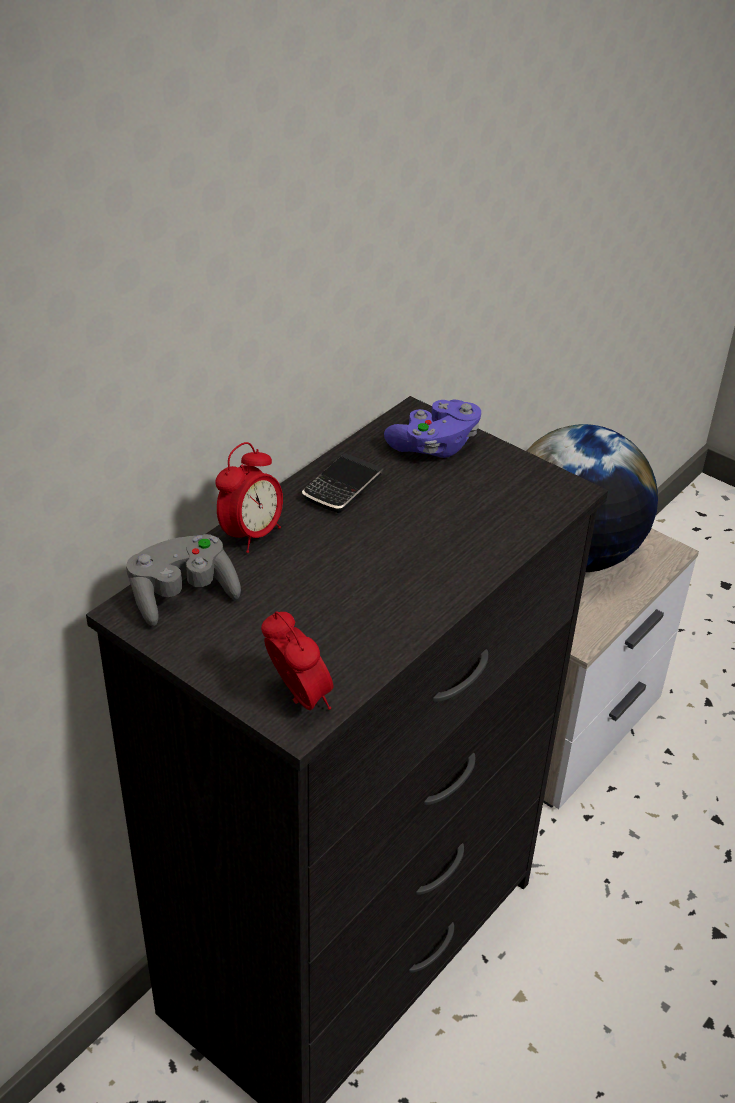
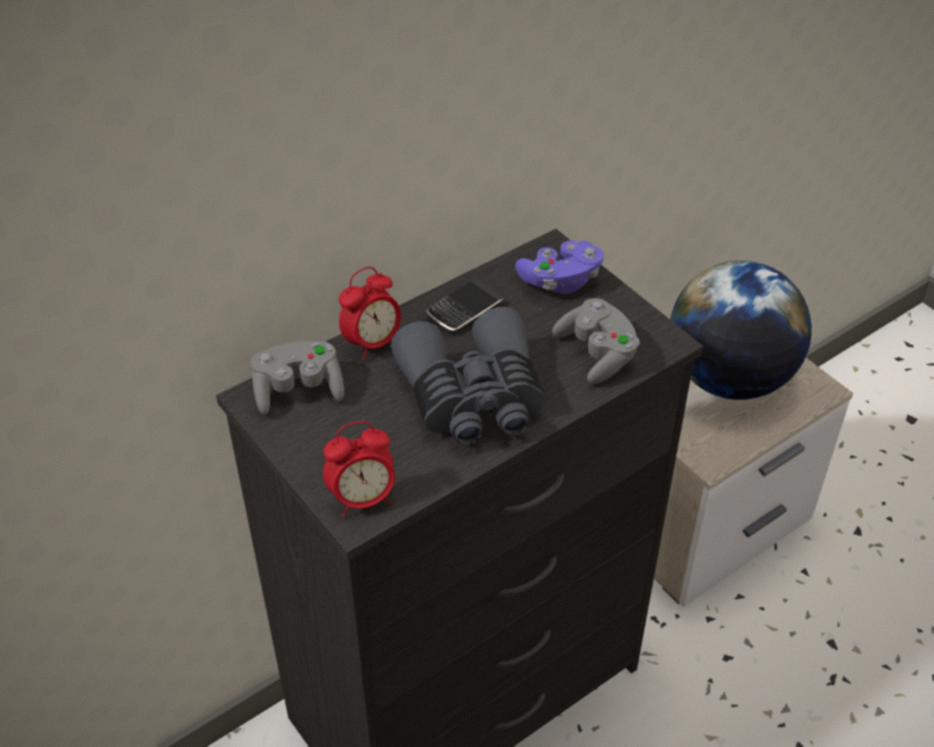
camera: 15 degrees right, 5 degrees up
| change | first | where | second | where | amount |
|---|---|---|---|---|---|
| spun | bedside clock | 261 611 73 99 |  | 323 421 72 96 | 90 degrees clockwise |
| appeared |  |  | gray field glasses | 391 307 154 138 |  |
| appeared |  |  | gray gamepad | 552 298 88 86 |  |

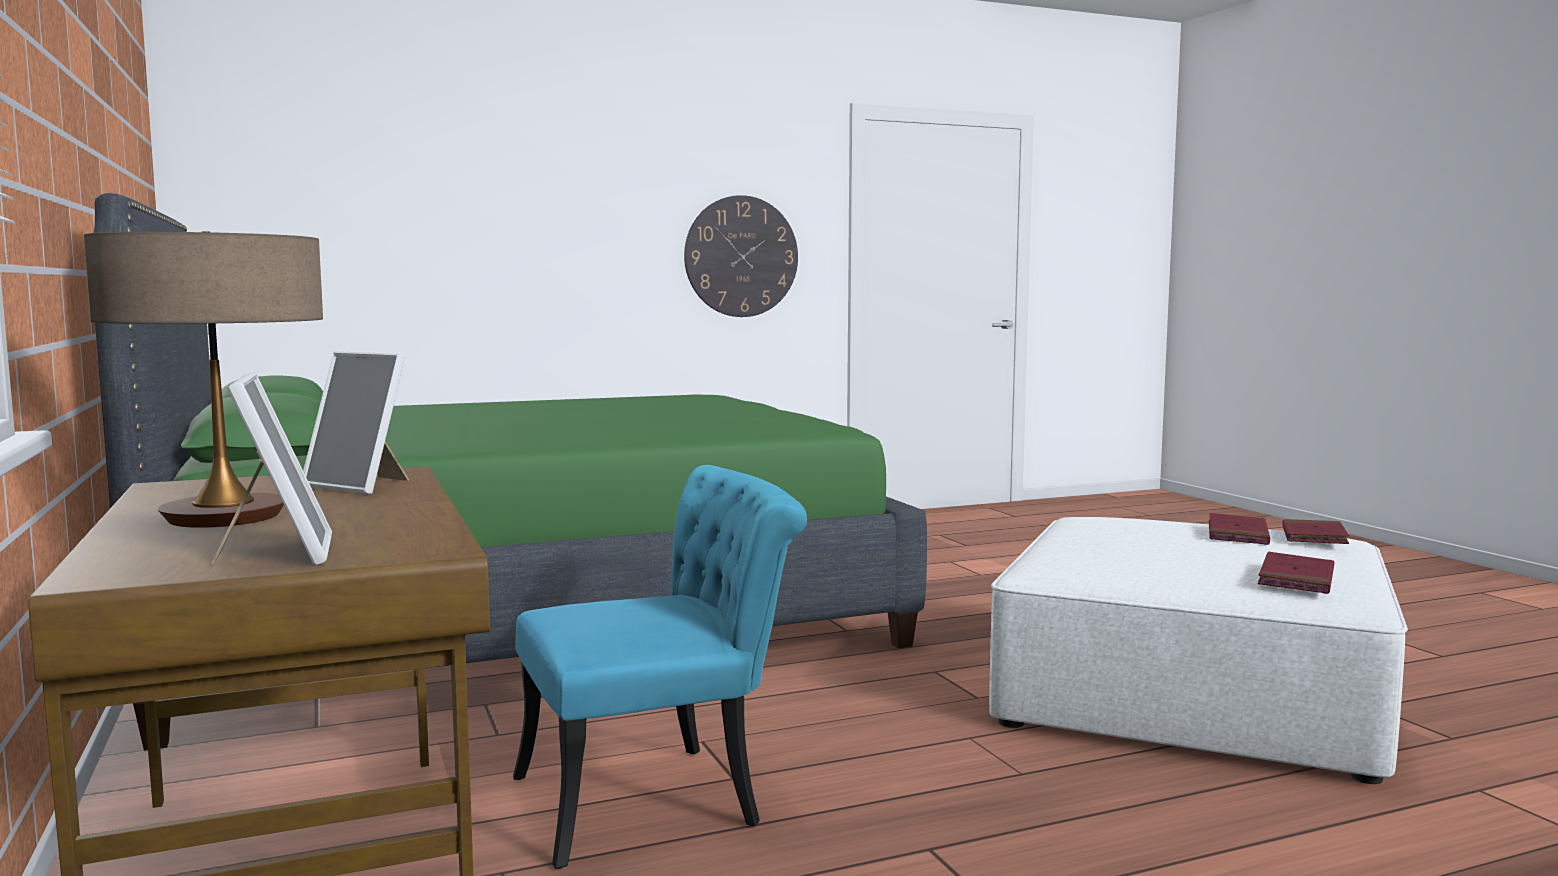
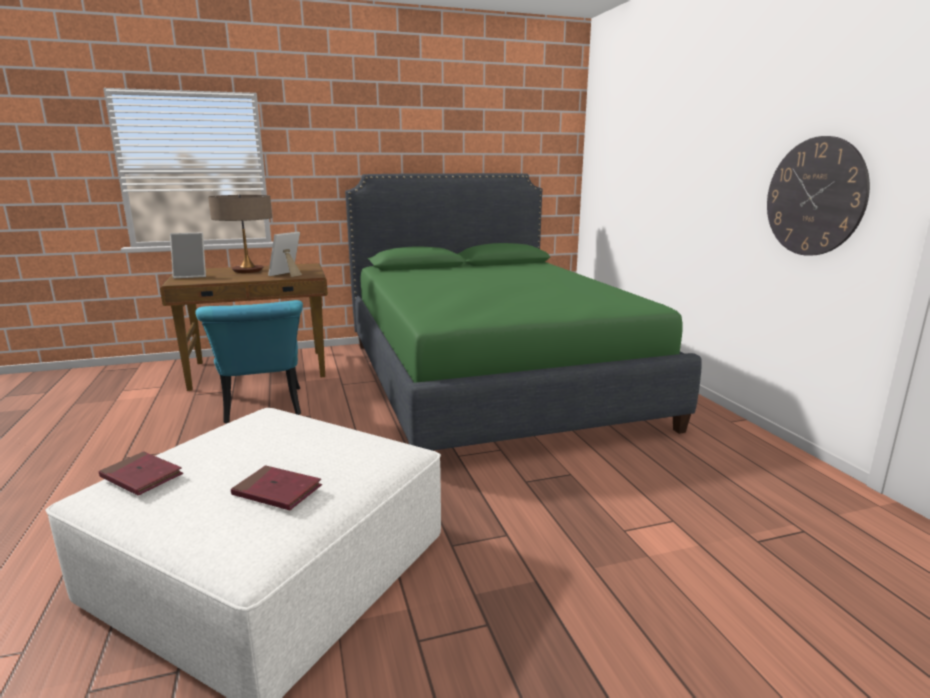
camera: 95 degrees right, 10 degrees up
| change | first | where | second | where | amount |
|---|---|---|---|---|---|
| missing | red book | 1282 519 67 25 |  |  |  |

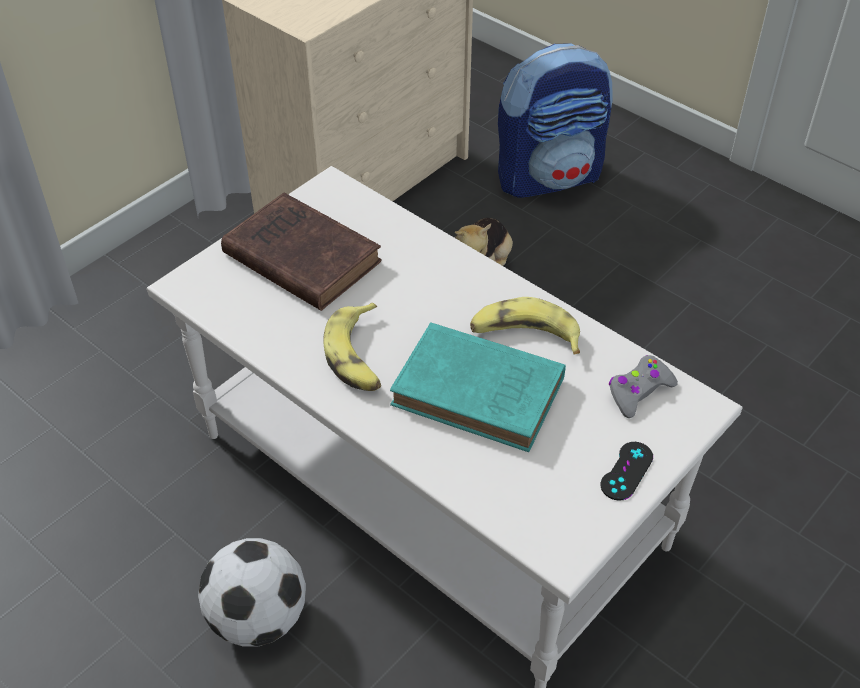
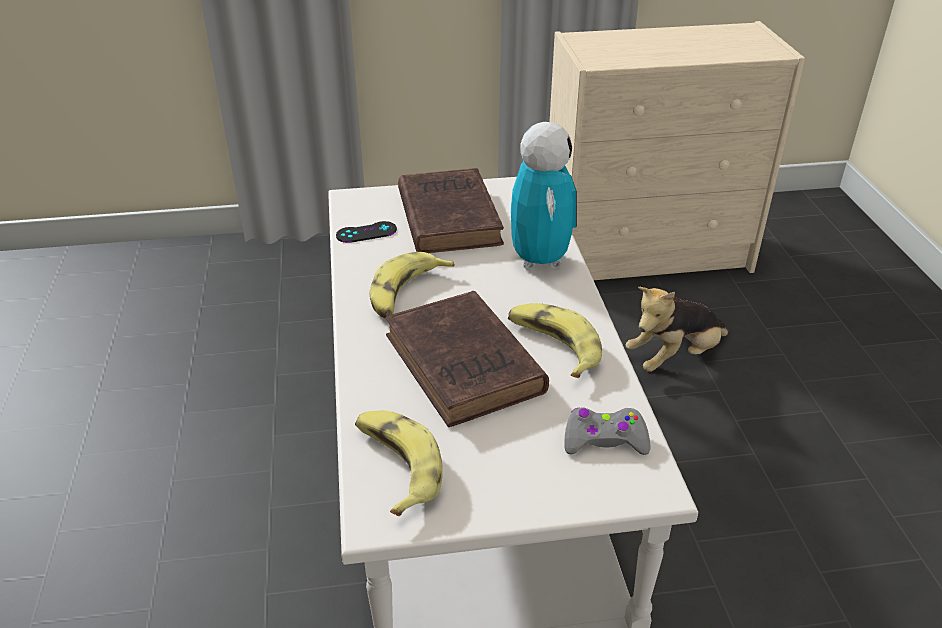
camera: 40 degrees right, 10 degrees down
| change | first | where | second | where | amount |
|---|---|---|---|---|---|
| missing | football | 198 538 108 109 |  |  |  |
| colour | blue-green book | 390 323 176 129 | brownish book | 385 291 164 136 |  |
| missing | knapsack | 498 43 114 155 |  |  |  |
| relocated | black-coloured gamepad | 600 442 53 59 |  | 336 221 61 22 |  |
| appeared |  |  | banana | 355 411 88 105 |  |
| appeared |  |  | robot figure | 511 122 66 148 |  |

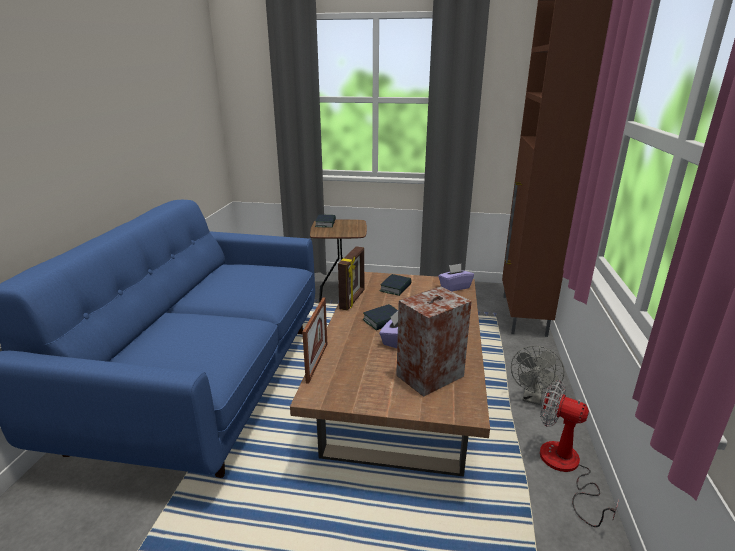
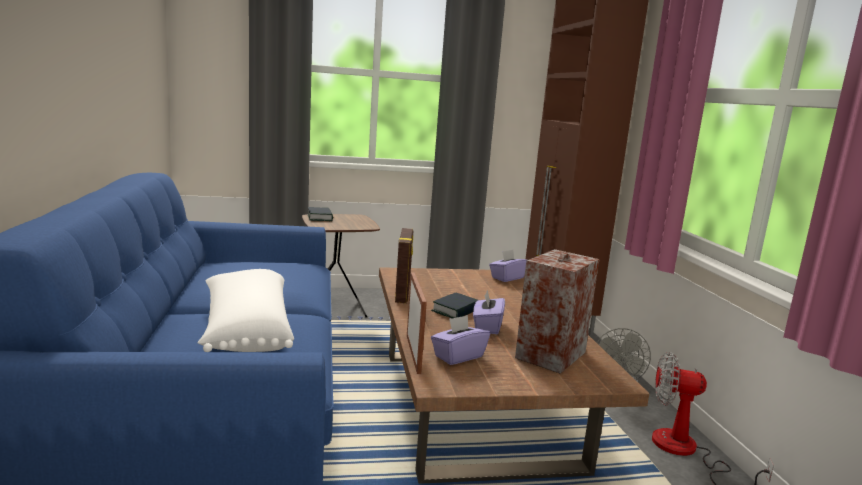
camera: 20 degrees left, 10 degrees down
| change | first | where | second | where | amount |
|---|---|---|---|---|---|
| missing | book | 380 274 32 22 |  |  |  |
| appeared |  |  | whitish pillow | 198 269 96 83 |  |
| appeared |  |  | purple-coloured box of tissues | 431 315 59 50 |  |

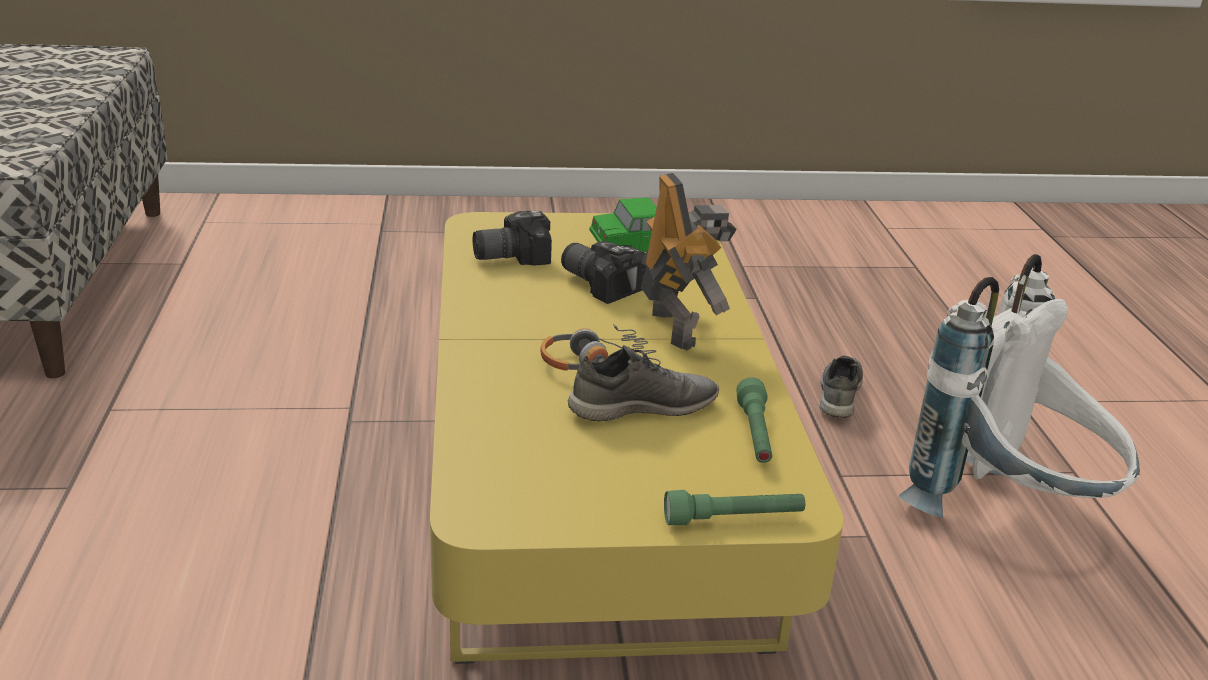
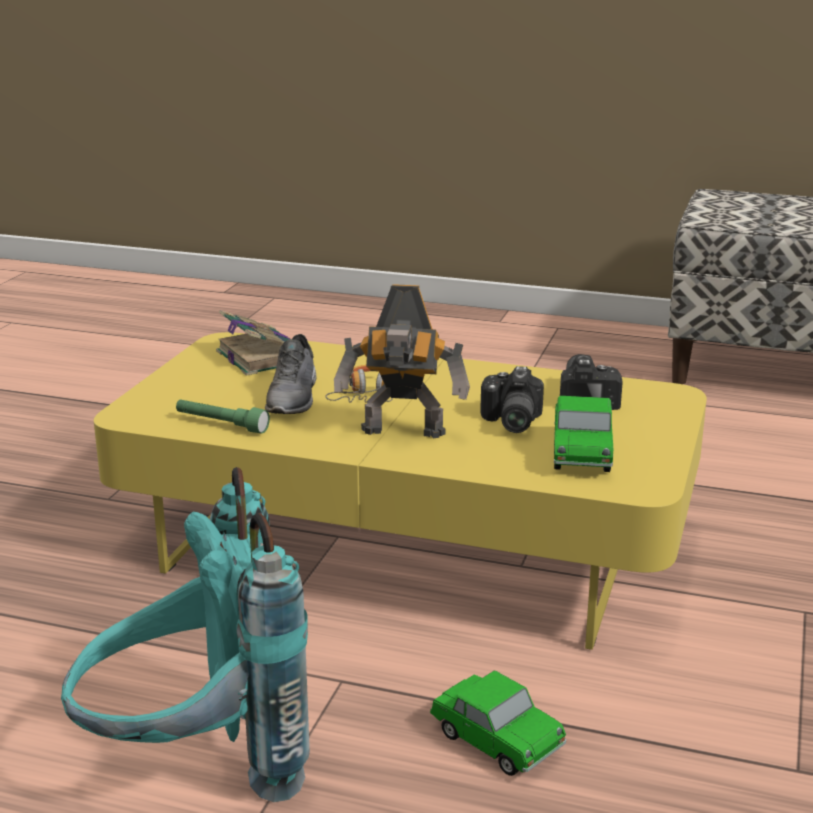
camera: 115 degrees right, 5 degrees down
| change | first | where | second | where | amount |
|---|---|---|---|---|---|
| spun | still camera | 561 241 85 63 |  | 480 366 64 67 | 120 degrees clockwise |
| missing | green torch | 664 490 141 35 |  |  |  |
| exchanged | gray item of footwear | 820 356 43 62 | model car | 430 671 136 105 |  |
| colour | whitish knapsack | 899 254 241 263 | blue-green knapsack | 61 467 249 335 |  |
| appeared |  |  | book | 216 310 74 66 |  |

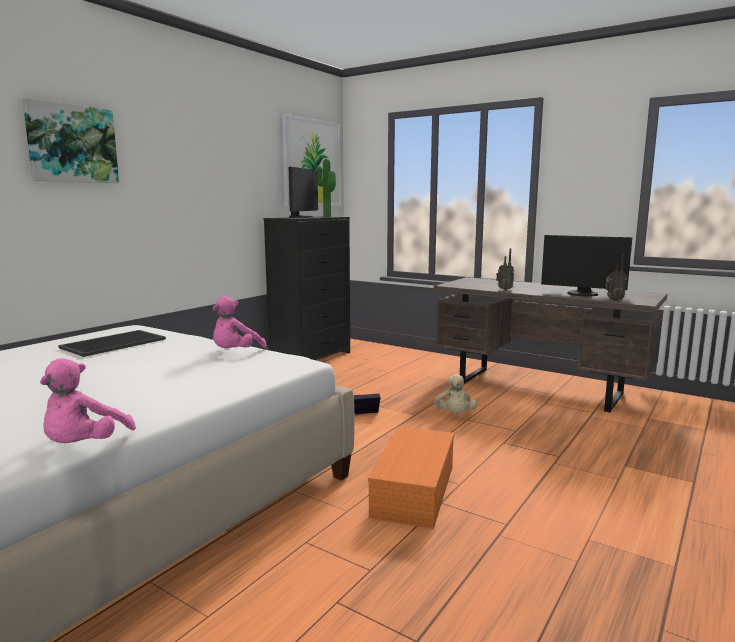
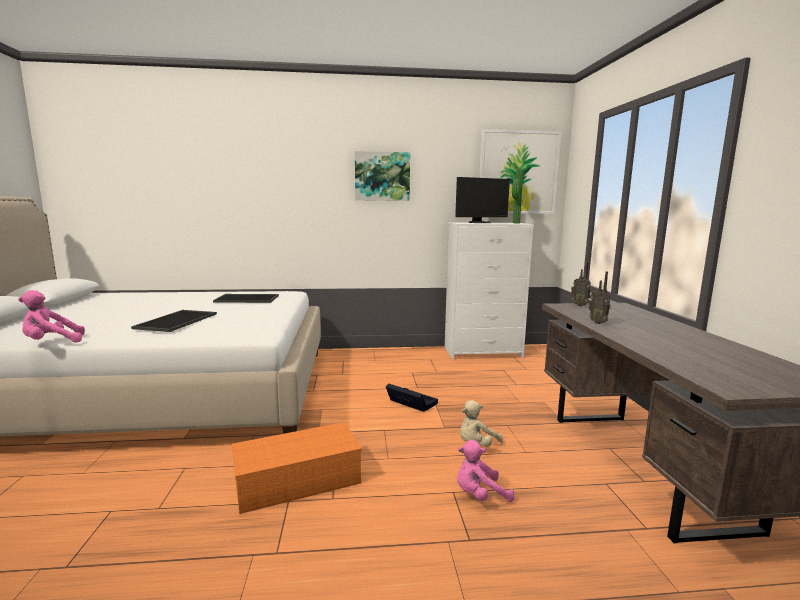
camera: 50 degrees right, 0 degrees up
| change | first | where | second | where | amount |
|---|---|---|---|---|---|
| relocated | wall art | 22 98 97 85 |  | 355 151 55 50 |  |
| relocated | pinkish soft toy | 213 296 54 52 |  | 457 440 57 62 |  |
| colour | black-coloured chest of drawers | 263 216 87 144 | whitish chest of drawers | 445 222 89 138 |  |
| missing | computer screen | 541 235 91 61 |  |  |  |
| relocated | radio | 605 254 22 47 |  | 571 261 20 45 |  |
| appeared |  |  | serving tray | 131 310 86 22 |  |

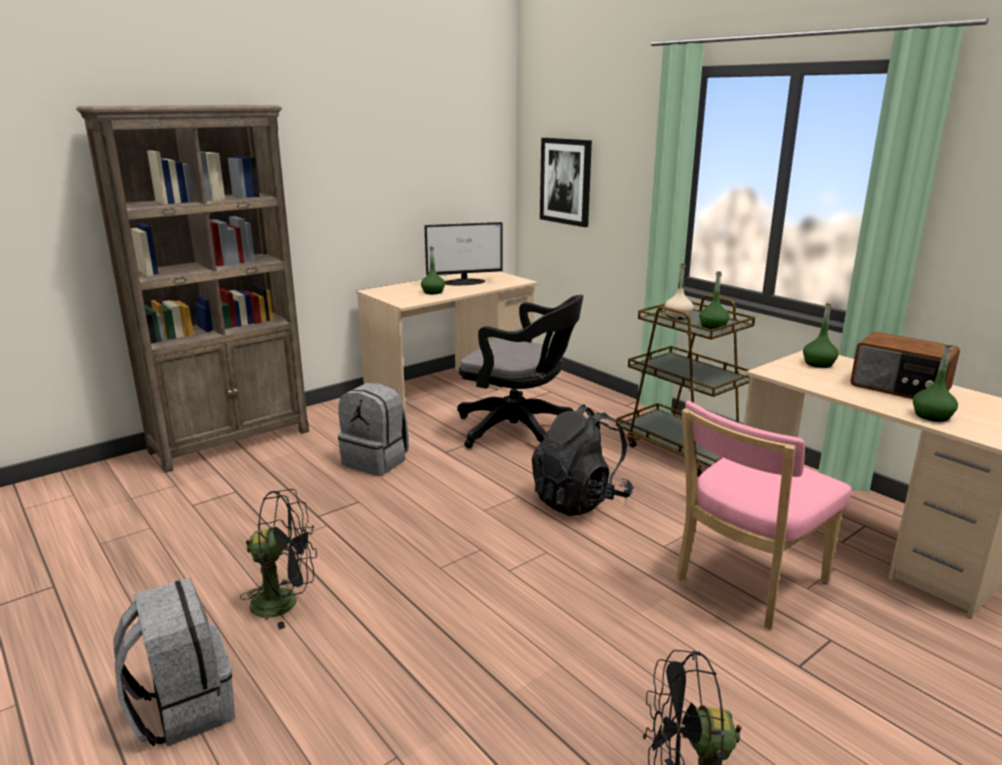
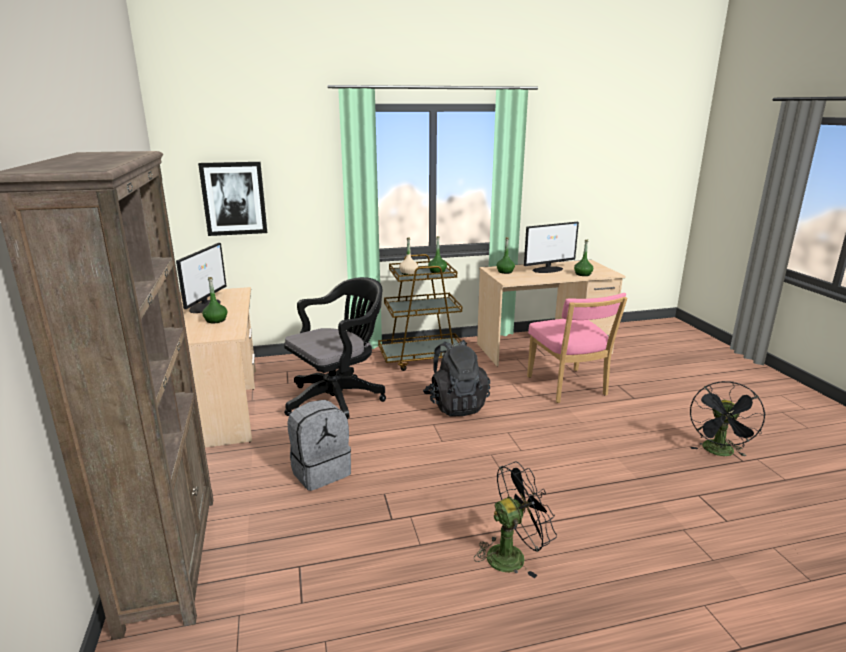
camera: 65 degrees left, 0 degrees up
| change | first | where | second | where | amount |
|---|---|---|---|---|---|
| missing | gray knapsack | 113 578 122 169 |  |  |  |
| spun | black-coloured cooling fan | 240 489 77 141 |  | 474 462 83 116 | 45 degrees clockwise |
| exchanged | radio | 850 332 110 67 | computer screen | 524 222 55 51 |  |

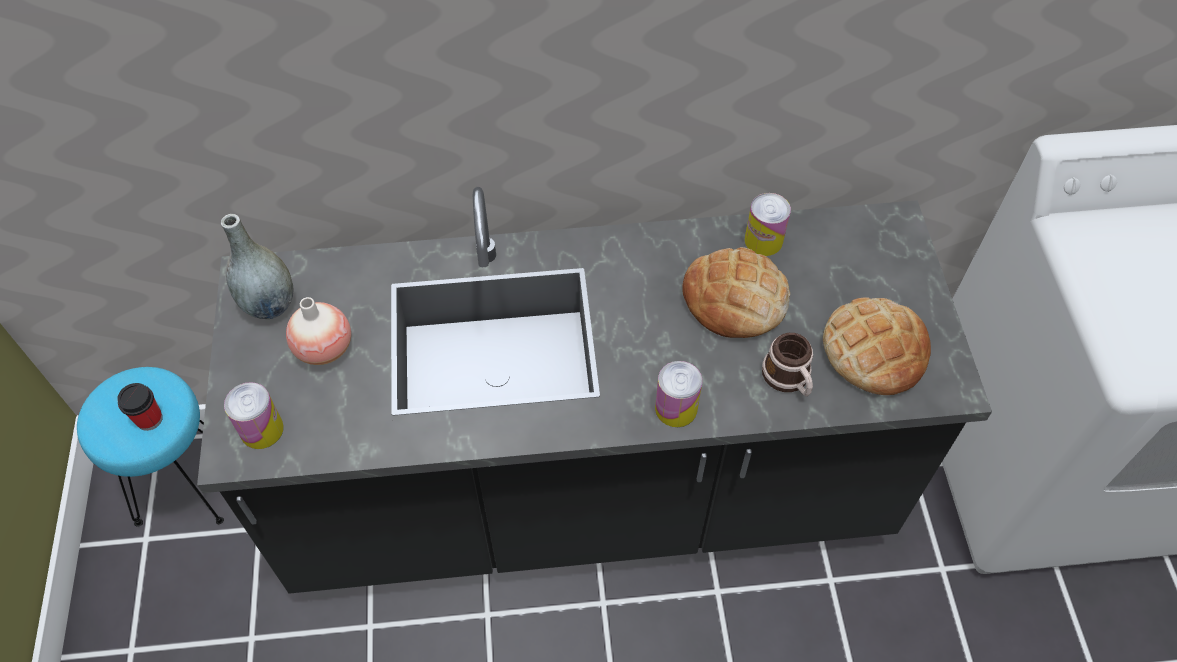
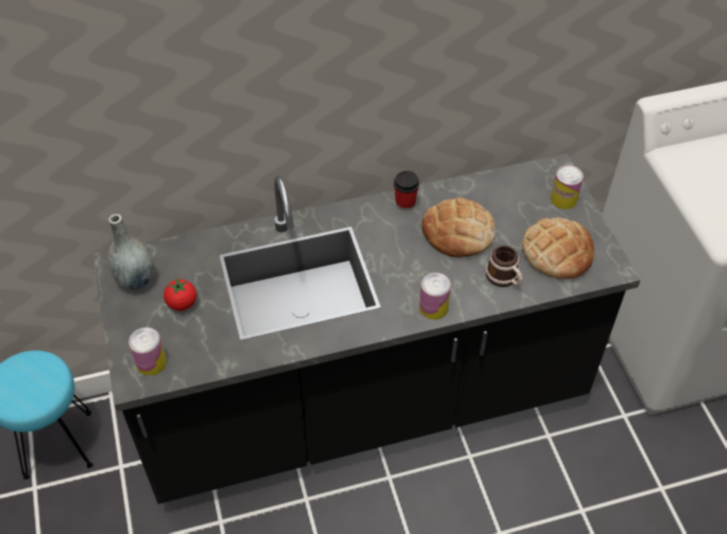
camera: 10 degrees left, 5 degrees down
| change | first | where | second | where | amount |
|---|---|---|---|---|---|
| relocated | small cup | 117 383 46 48 |  | 394 171 25 40 |  |
| exchanged | decorative vase | 286 297 65 68 | fresh tomato | 164 278 33 33 |  |
| relocated | metal can | 745 193 46 63 |  | 550 165 33 44 |  |

